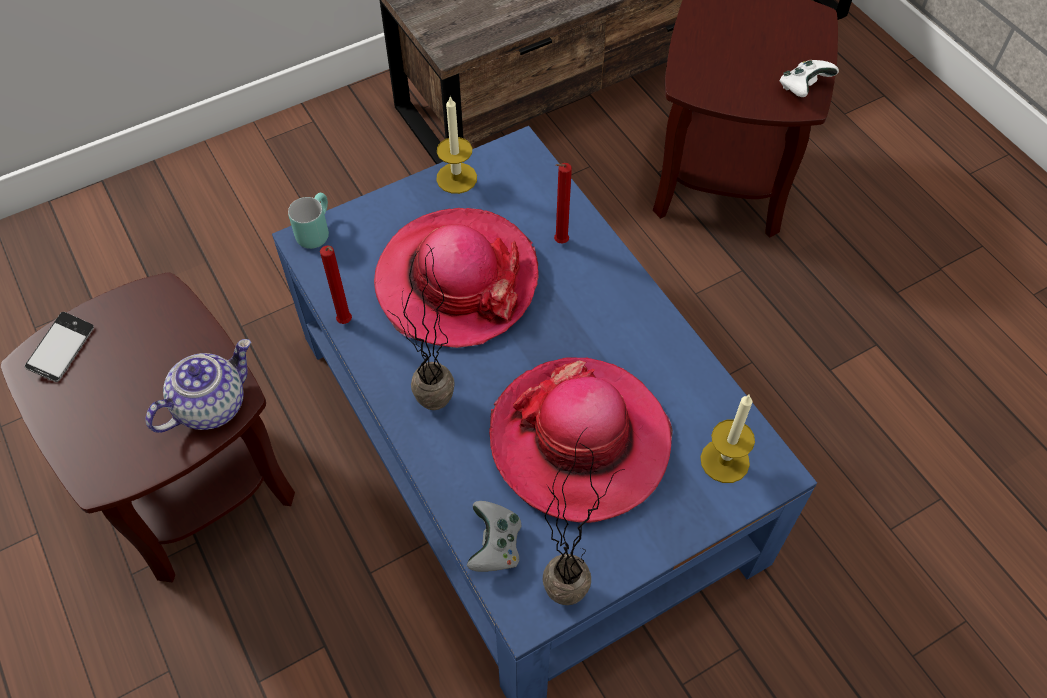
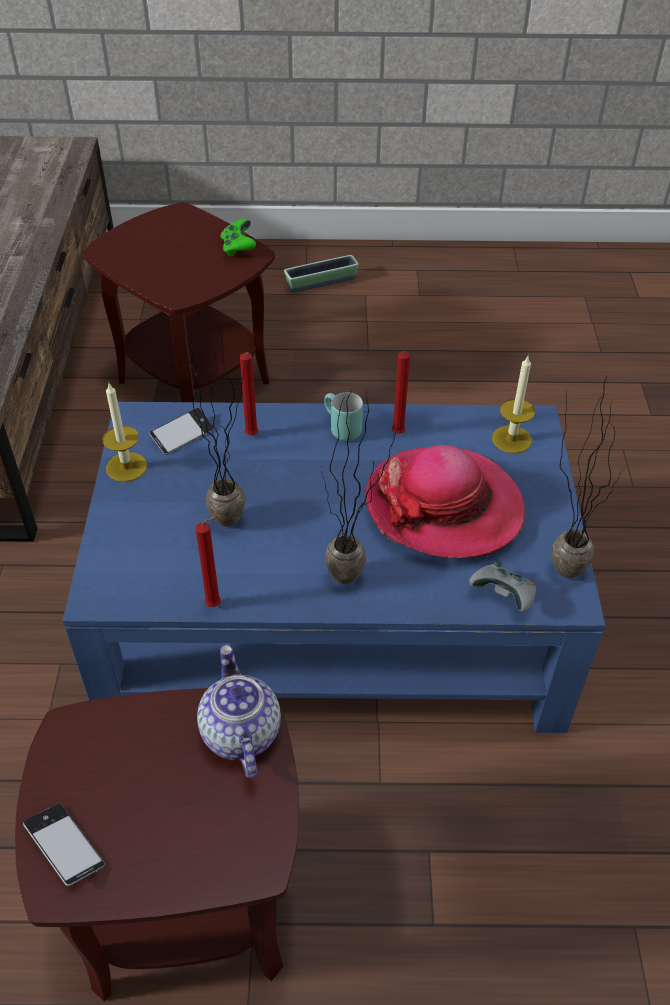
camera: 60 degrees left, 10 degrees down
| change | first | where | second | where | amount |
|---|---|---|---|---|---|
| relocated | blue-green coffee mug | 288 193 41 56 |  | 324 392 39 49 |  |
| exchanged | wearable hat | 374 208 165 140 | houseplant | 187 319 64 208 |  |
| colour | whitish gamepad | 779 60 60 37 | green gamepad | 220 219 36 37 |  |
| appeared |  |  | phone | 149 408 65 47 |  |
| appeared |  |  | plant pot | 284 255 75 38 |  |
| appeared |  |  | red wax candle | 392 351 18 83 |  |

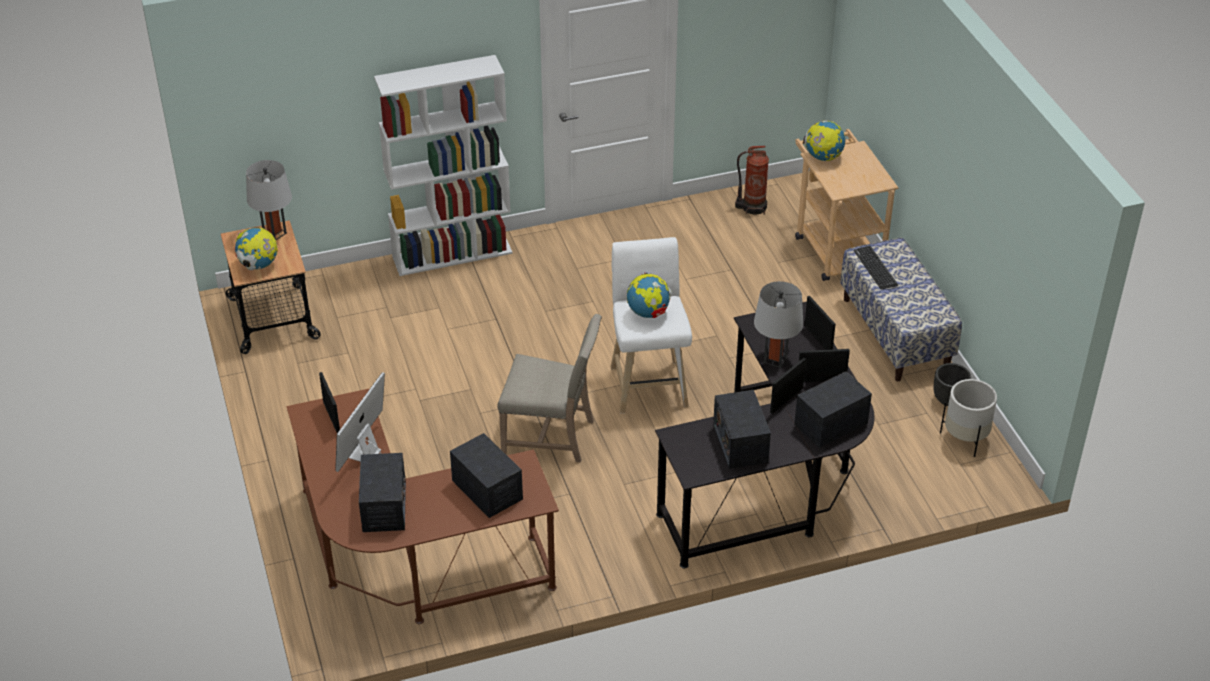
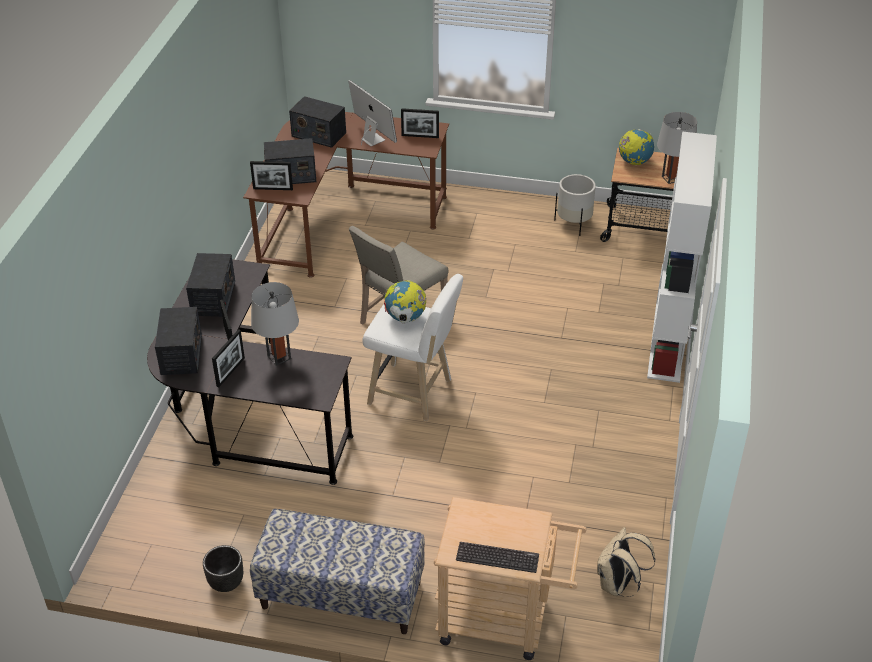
camera: 120 degrees right, 0 degrees up
| change | first | where | second | where | amount |
|---|---|---|---|---|---|
| spun | radio | 713 390 58 79 |  | 186 253 49 64 | 75 degrees clockwise |
| exchanged | fire-fighting cylinder | 735 146 34 69 | beige knapsack | 597 527 58 70 |  |
| missing | world globe | 803 121 42 40 |  |  |  |
| relocated | standing frame | 804 296 32 54 |  | 250 161 43 29 |  |
| relocated | keyboard | 854 246 44 44 |  | 456 542 83 31 |  |
| relocated | whitish plant pot | 940 379 57 78 |  | 554 174 42 62 |  |

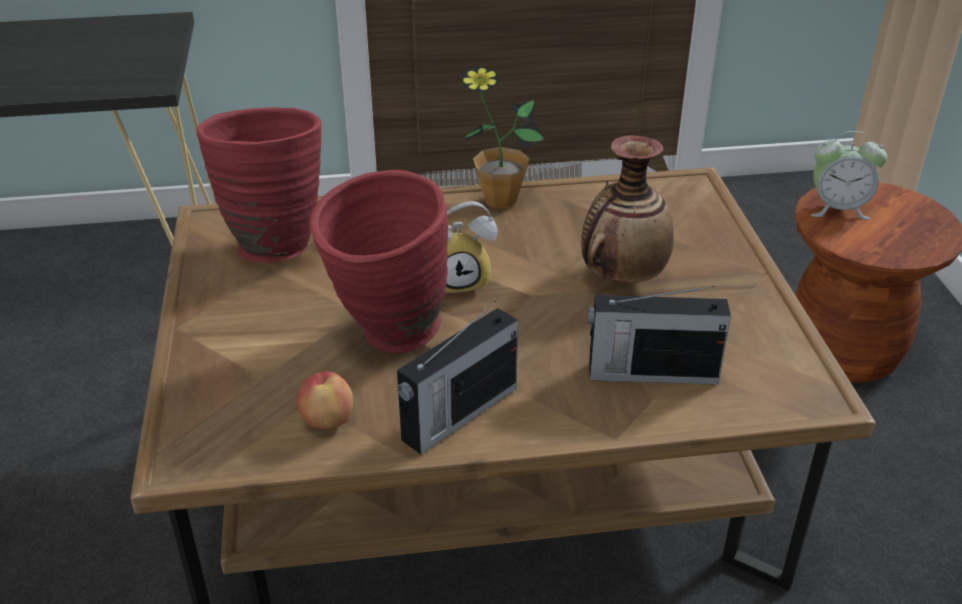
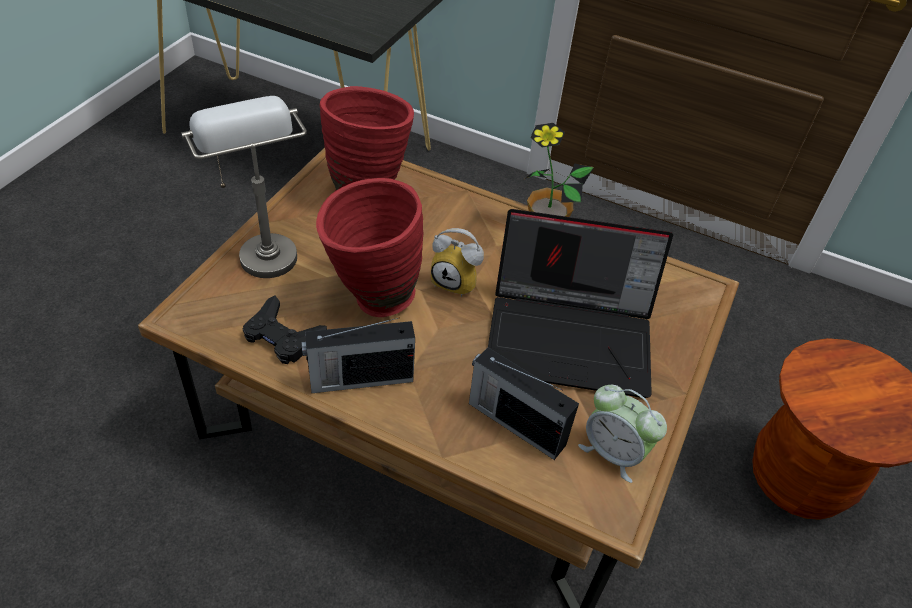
camera: 30 degrees right, 10 degrees up
| change | first | where | second | where | amount |
|---|---|---|---|---|---|
| exchanged | whole apple | 297 371 56 58 | black-coloured gamepad | 243 295 84 69 |  |
| exchanged | decorative vase | 581 135 93 148 | laptop | 488 209 185 189 |  |
| relocated | bedside clock | 811 131 76 88 |  | 578 385 89 98 |  |
| appeared |  |  | gray tabletop lamp | 181 96 126 182 |  |

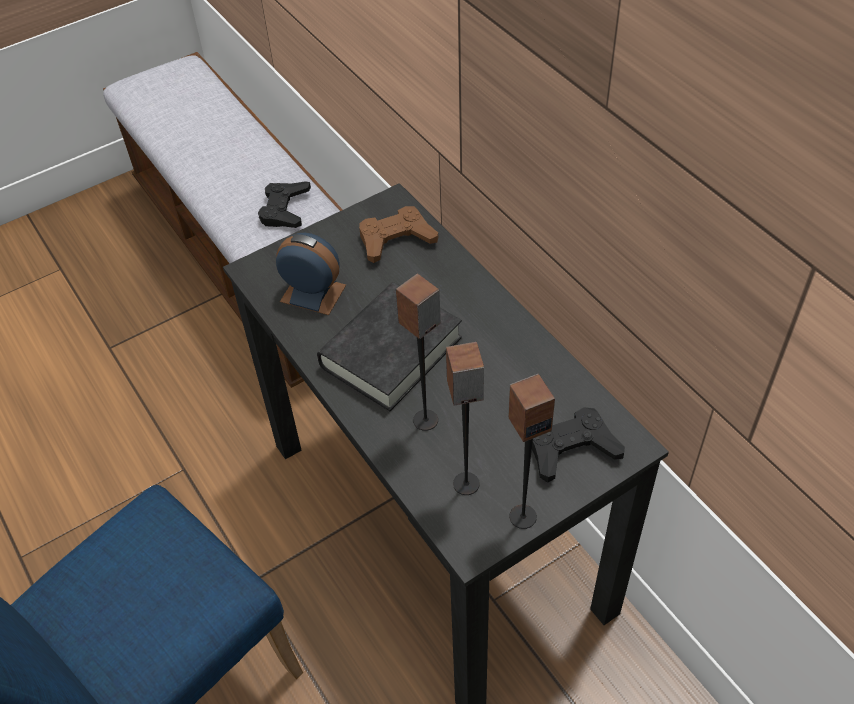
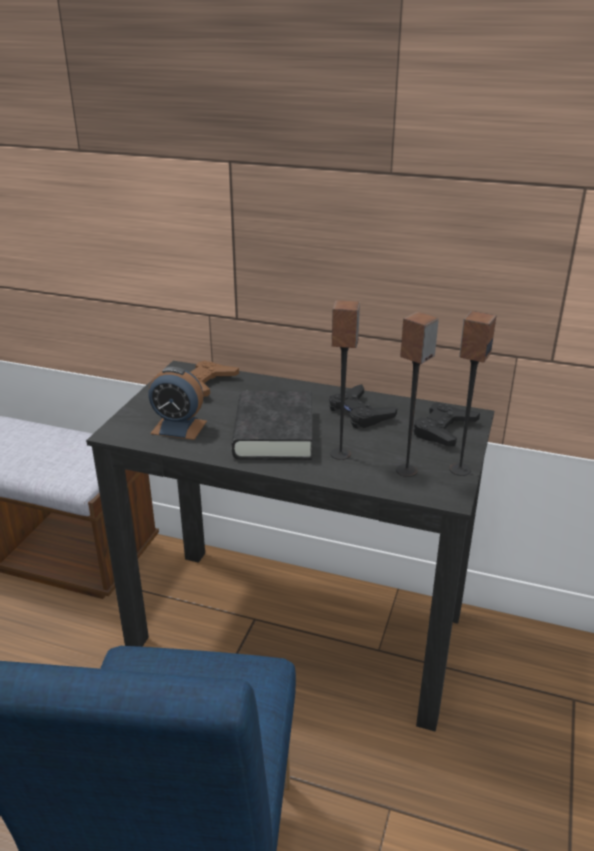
camera: 40 degrees left, 20 degrees down
| change | first | where | second | where | amount |
|---|---|---|---|---|---|
| relocated | black-coloured gamepad | 258 181 53 47 |  | 329 384 68 45 |  |
| spun | bedside clock | 276 233 70 82 |  | 148 367 59 73 | 150 degrees counterclockwise |

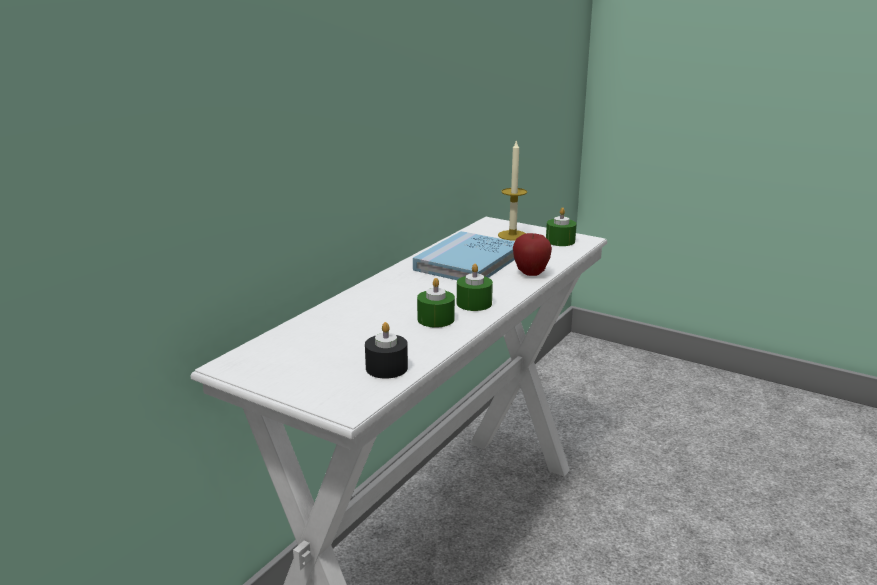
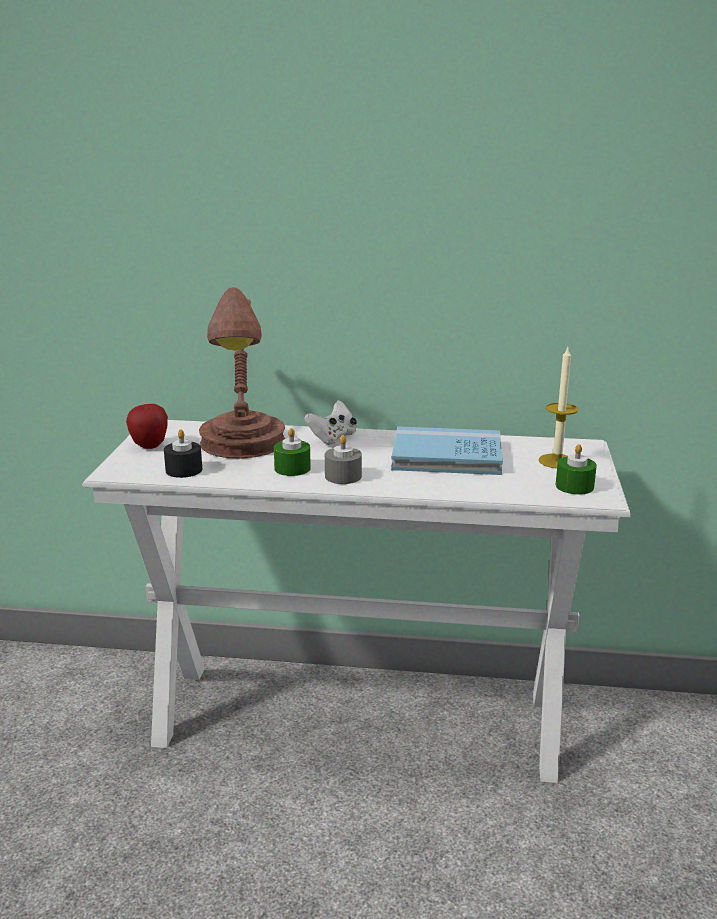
camera: 65 degrees right, 0 degrees up
| change | first | where | second | where | amount |
|---|---|---|---|---|---|
| colour | green wax candle | 457 264 36 47 | gray wax candle | 325 435 37 49 |  |
| relocated | whole apple | 513 233 39 43 |  | 126 404 42 45 |  |
| appeared |  |  | brownish tabletop lamp | 199 287 86 172 |  |
| appeared |  |  | whitish gamepad | 304 400 53 45 |  |

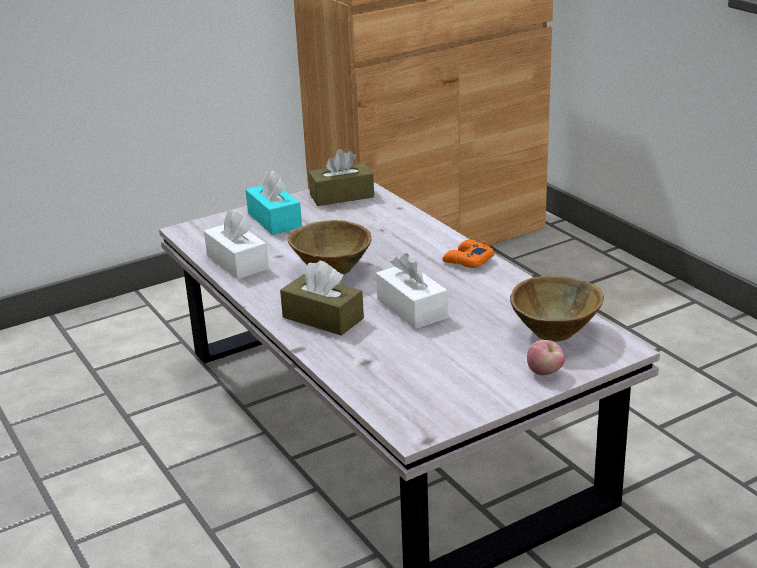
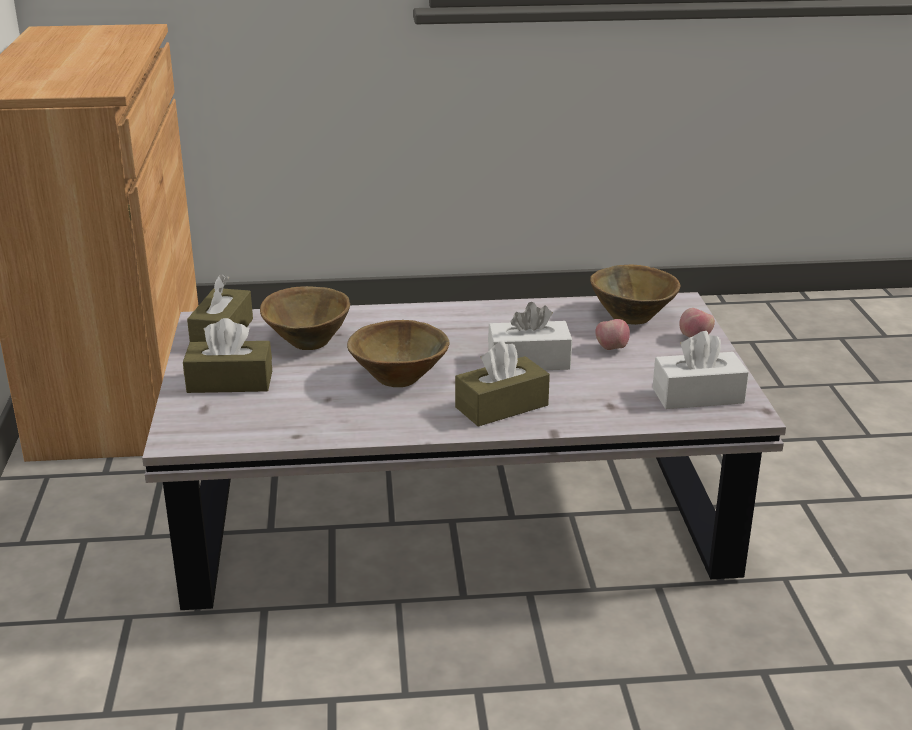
camera: 65 degrees left, 0 degrees up
| change | first | where | second | where | amount |
|---|---|---|---|---|---|
| relocated | whitish box of tissues | 204 210 65 69 |  | 653 331 96 78 |  |
| colour | blue-green box of tissues | 246 171 56 64 | brownish box of tissues | 183 318 89 75 |  |
| missing | orangey gamepad | 442 240 52 28 |  |  |  |
| appeared |  |  | brownish bowl | 260 286 90 64 |  |
| appeared |  |  | whole apple | 595 319 35 31 |  |

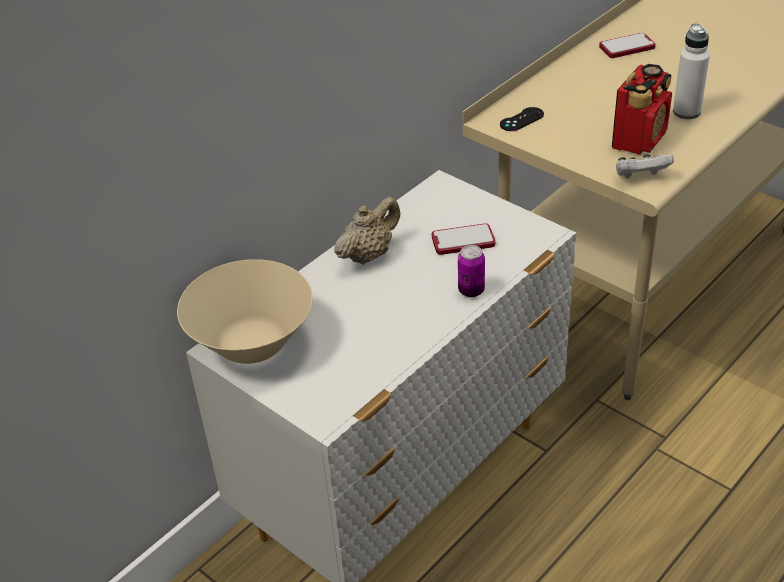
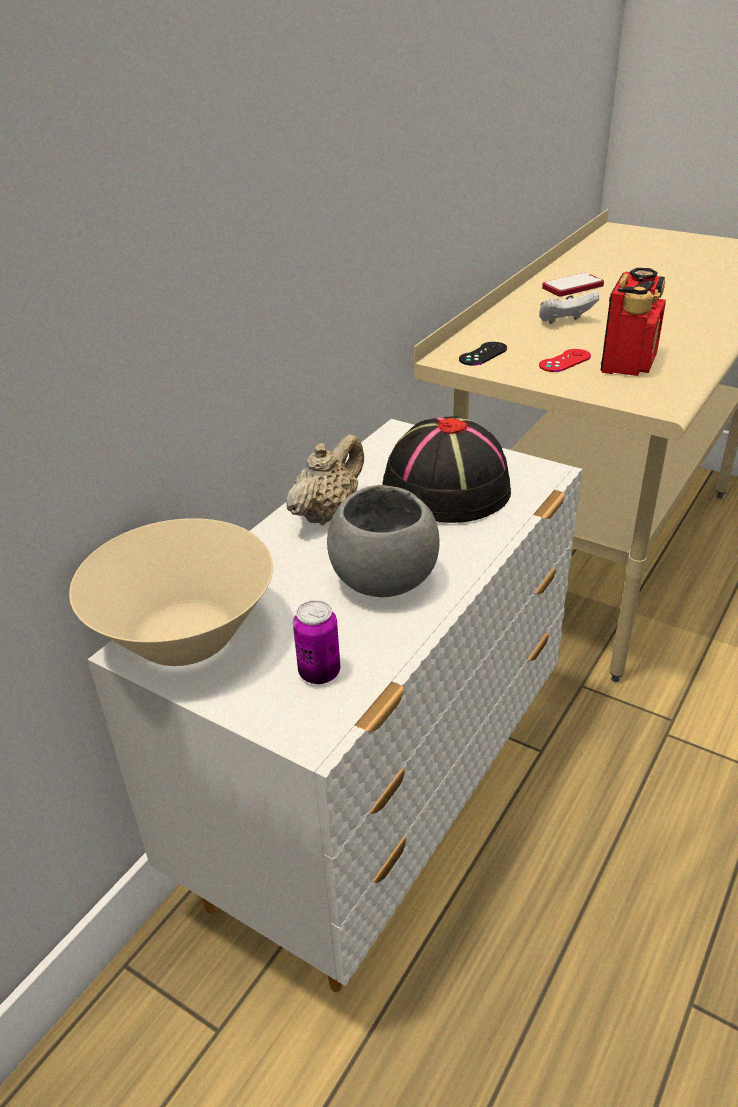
camera: 10 degrees left, 5 degrees down
| change | first | where | second | where | amount |
|---|---|---|---|---|---|
| exchanged | phone | 432 223 63 32 | black-coloured wearable hat | 382 416 129 107 |  |
| relocated | metal can | 458 245 27 52 |  | 293 600 47 84 |  |
| relocated | whitish gamepad | 616 154 58 25 |  | 539 291 60 33 |  |
| missing | whitish drink bottle | 673 24 37 95 |  |  |  |
| appeared |  |  | gray bowl | 327 485 113 112 |  |
| appeared |  |  | red gamepad | 539 349 52 23 |  |

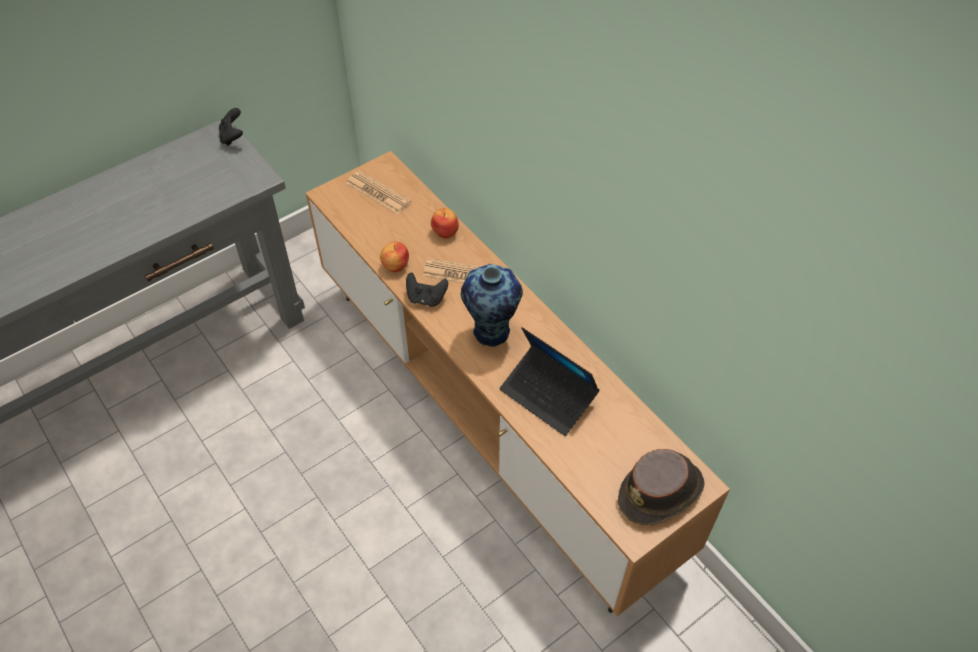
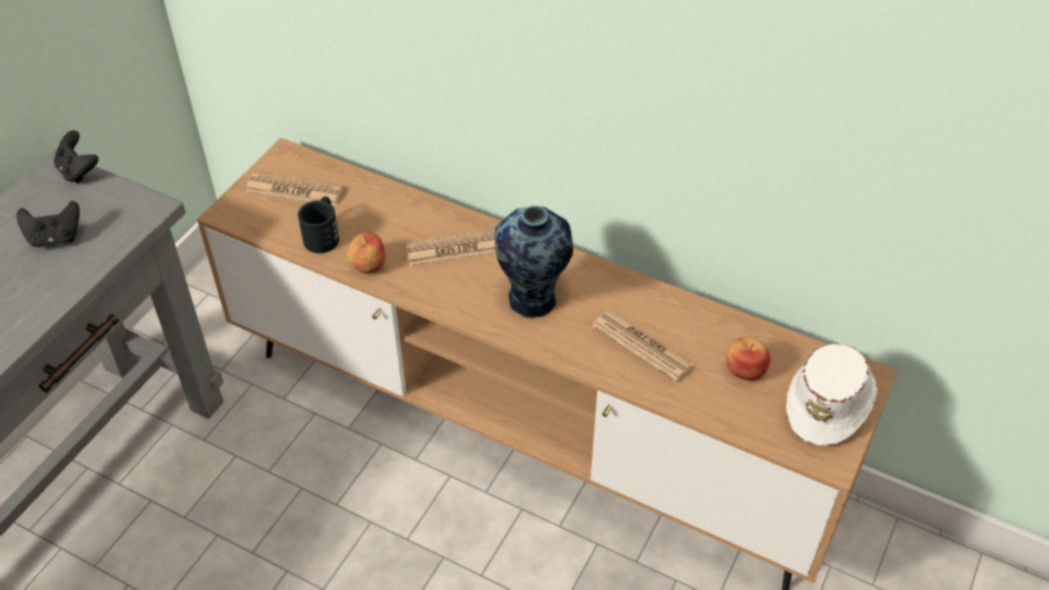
camera: 25 degrees left, 5 degrees down
| change | first | where | second | where | amount |
|---|---|---|---|---|---|
| relocated | black-coloured gamepad | 406 273 42 34 |  | 17 201 63 46 |  |
| relocated | whole apple | 431 208 28 31 |  | 726 336 44 45 |  |
| exchanged | laptop | 500 327 100 109 | daily paper | 592 311 102 71 |  |
| colour | brownish wearable hat | 618 449 87 77 | whitish wearable hat | 786 343 91 102 |  |
| appeared |  |  | black-coloured coffee mug | 298 197 41 56 |  |

